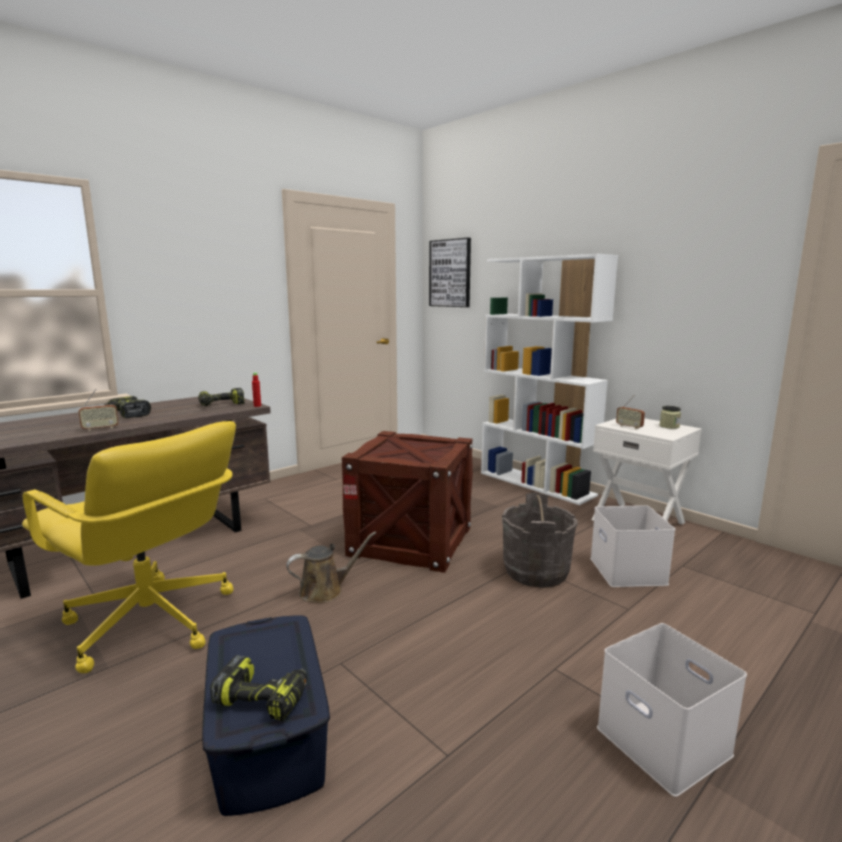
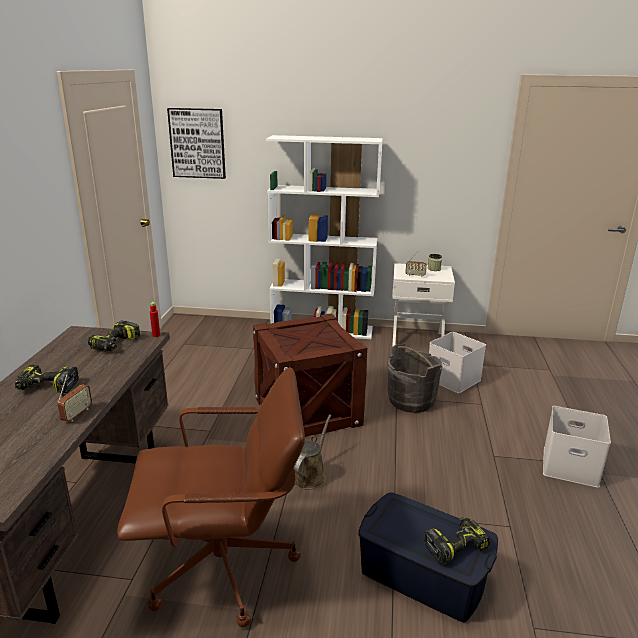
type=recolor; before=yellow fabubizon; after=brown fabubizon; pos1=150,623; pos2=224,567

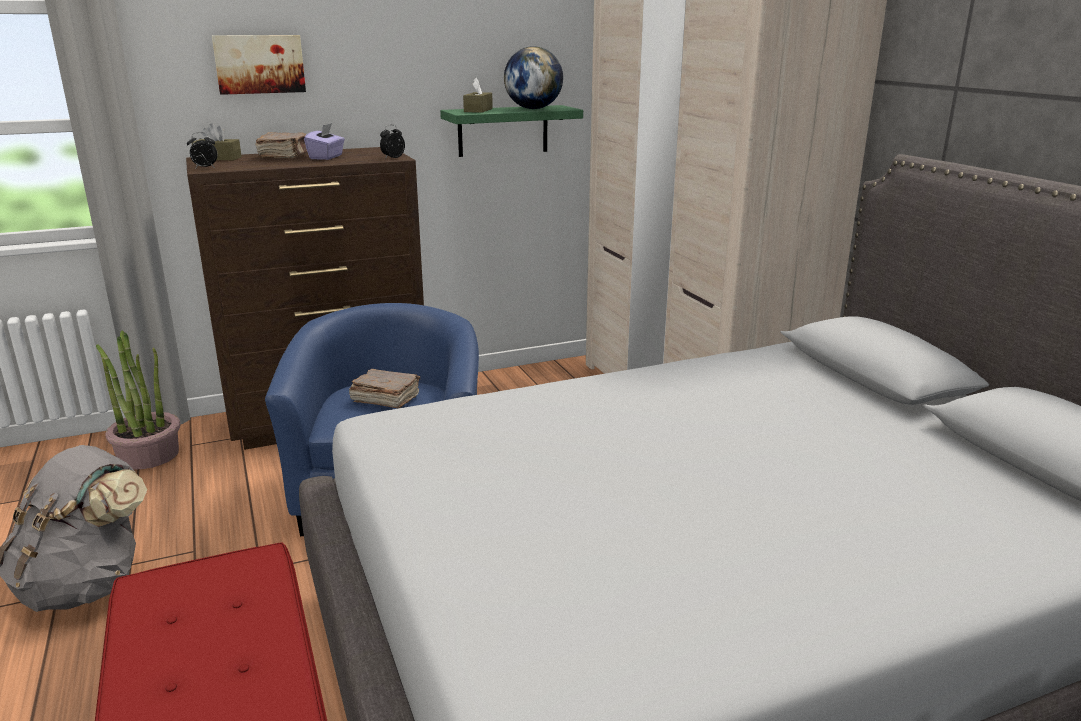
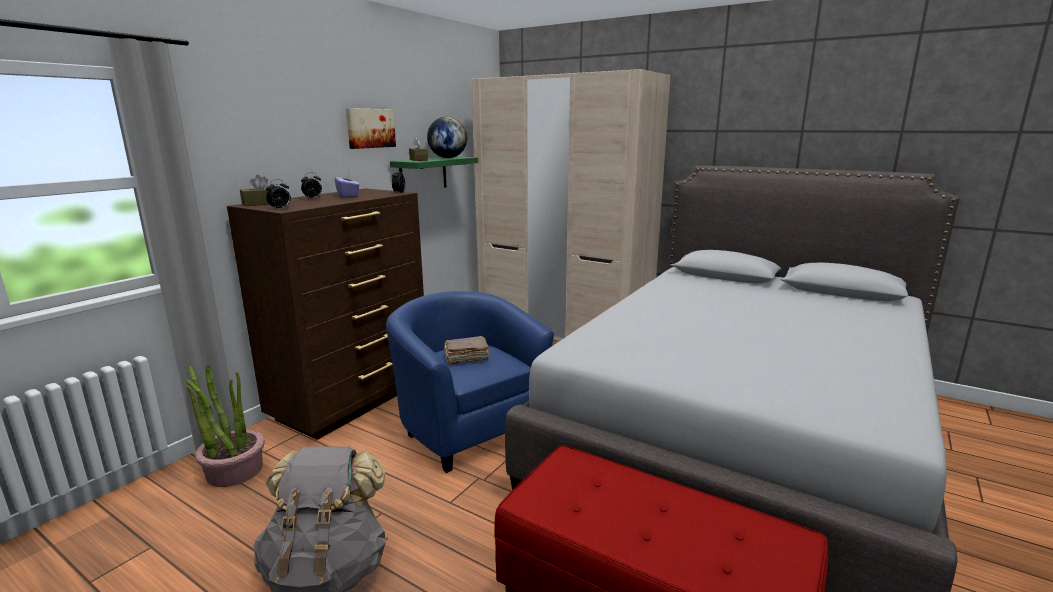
type=move; before=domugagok; pos1=259,64; pos2=370,128
type=replace; before=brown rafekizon; after=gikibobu; pos1=285,156; pos2=313,198

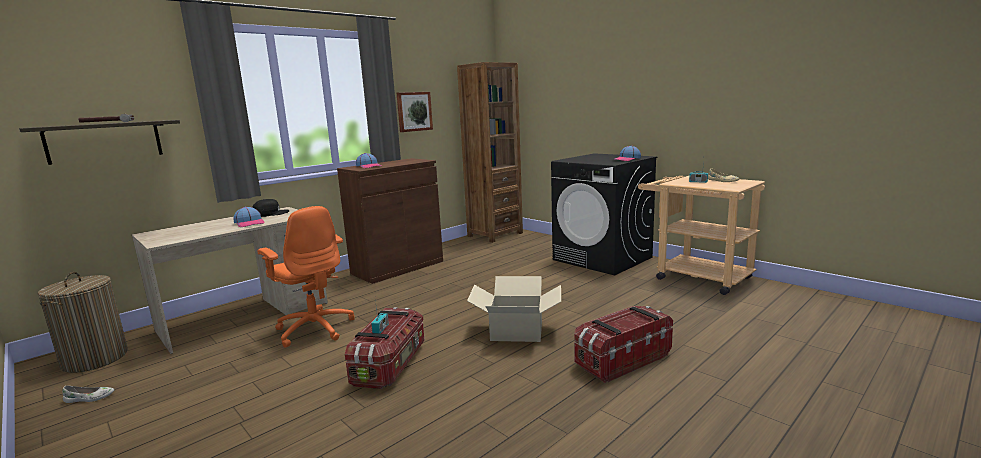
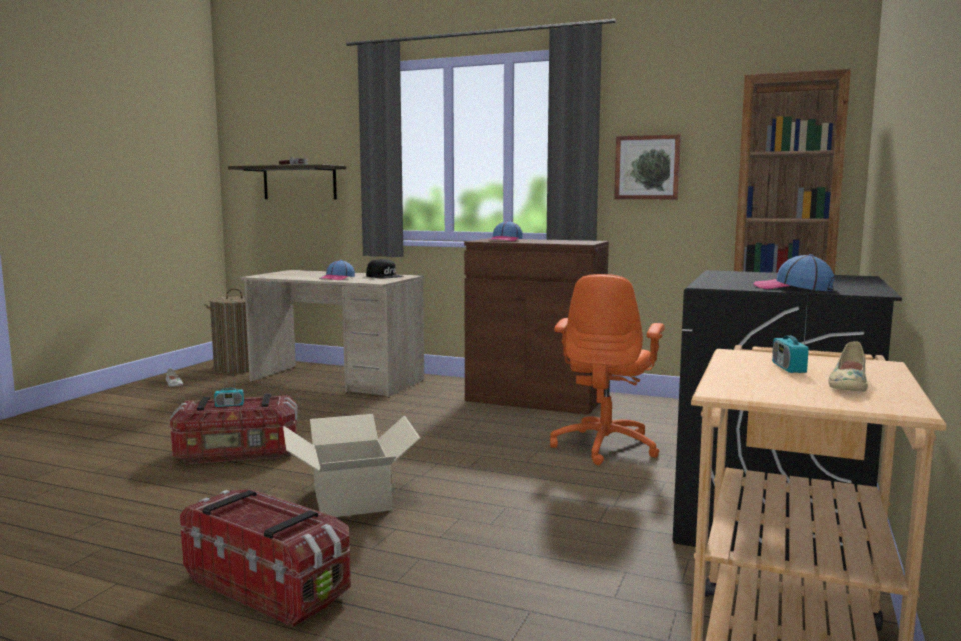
type=move; before=orange fabubizon; pos1=315,329; pos2=605,446

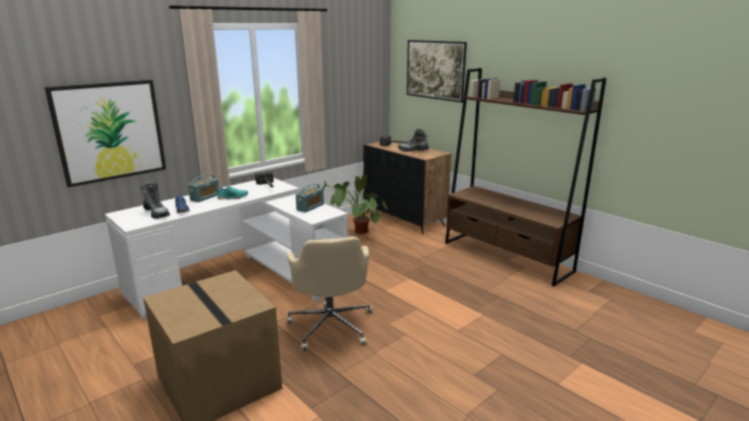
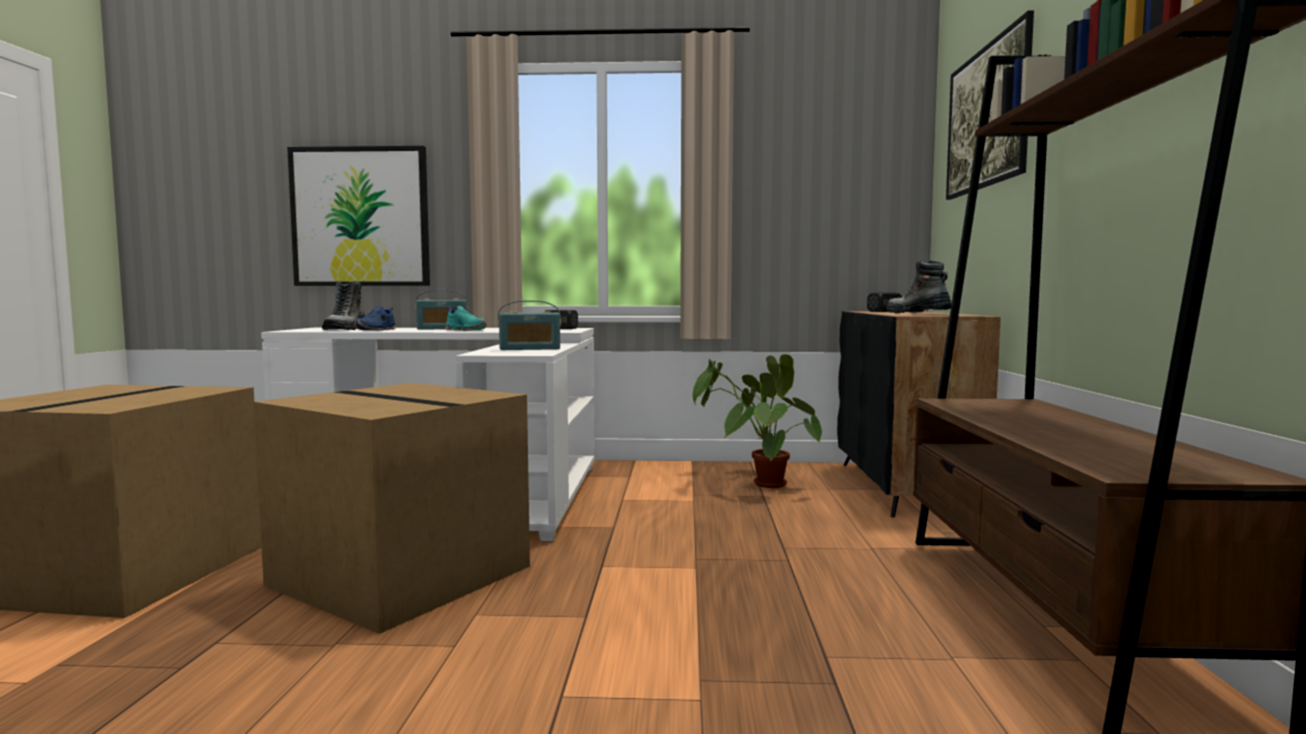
type=replace; before=beige fabubizon; after=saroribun; pos1=331,325; pos2=396,576

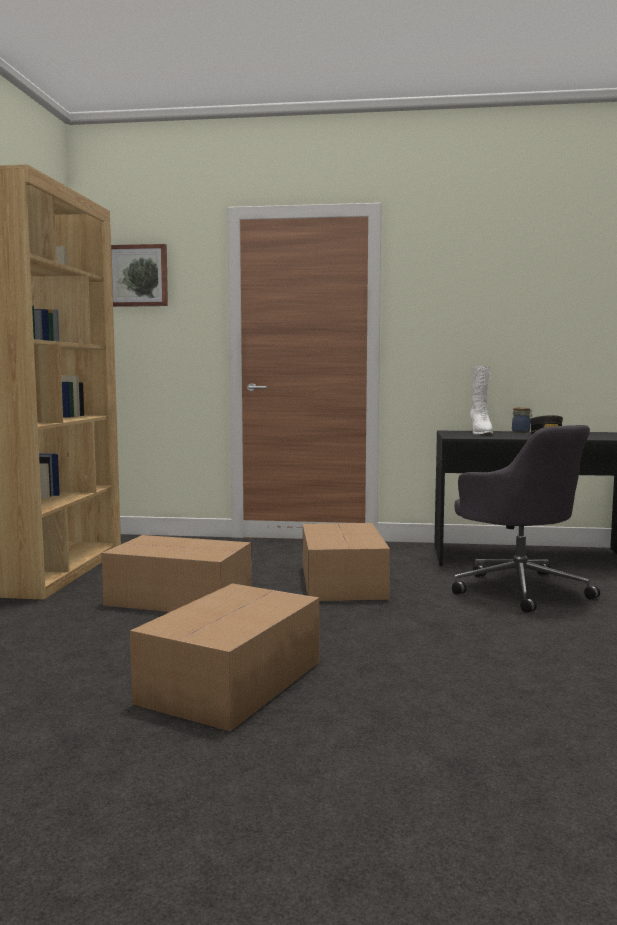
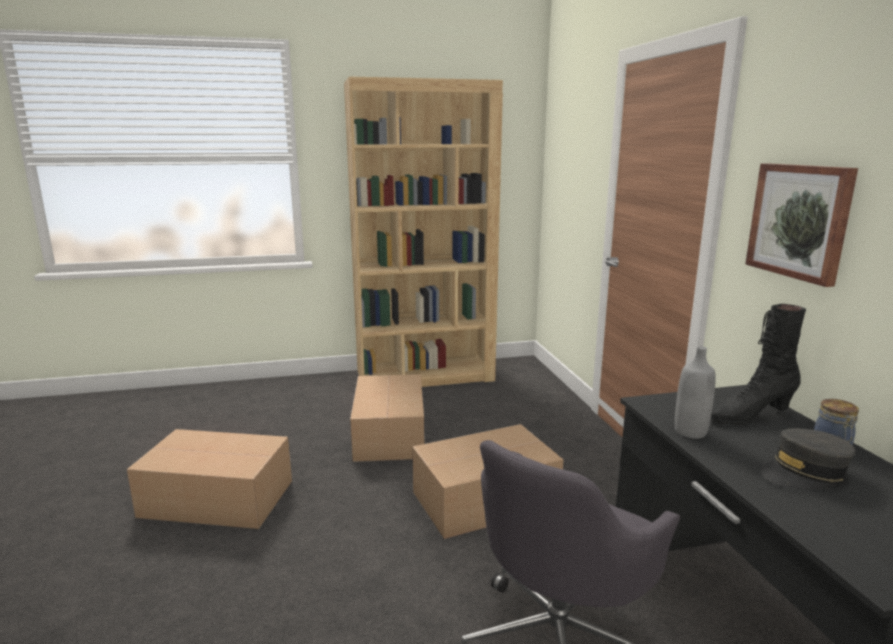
type=insert; after=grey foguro; pos2=690,432
type=move; before=domugagok; pos1=138,276; pos2=800,221
type=recolor; before=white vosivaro; after=black vosivaro; pos1=480,433; pos2=750,415

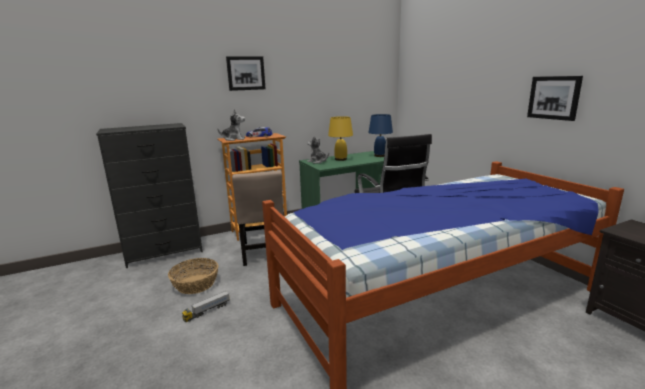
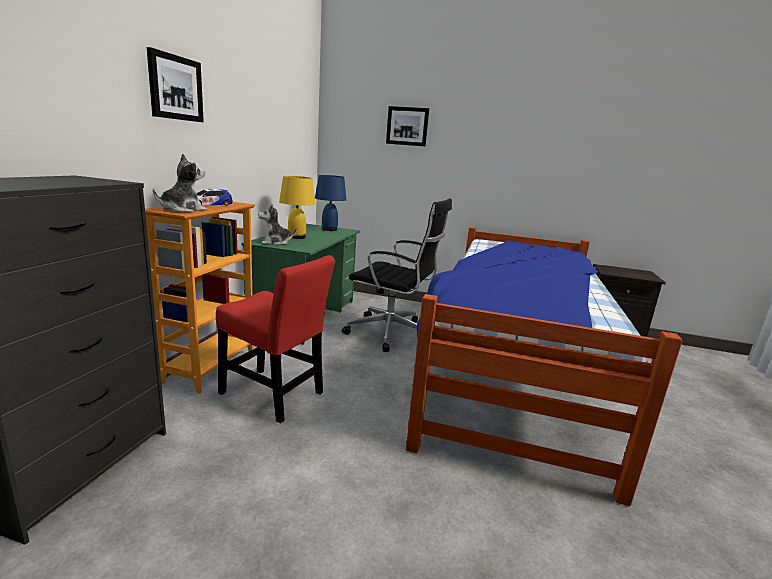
type=delete; before=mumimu; pos1=195,284
type=delete; before=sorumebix; pos1=207,311
type=move; before=domugagok; pos1=554,97; pos2=407,126
type=recolor; before=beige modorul; after=red modorul; pos1=262,253; pos2=275,395

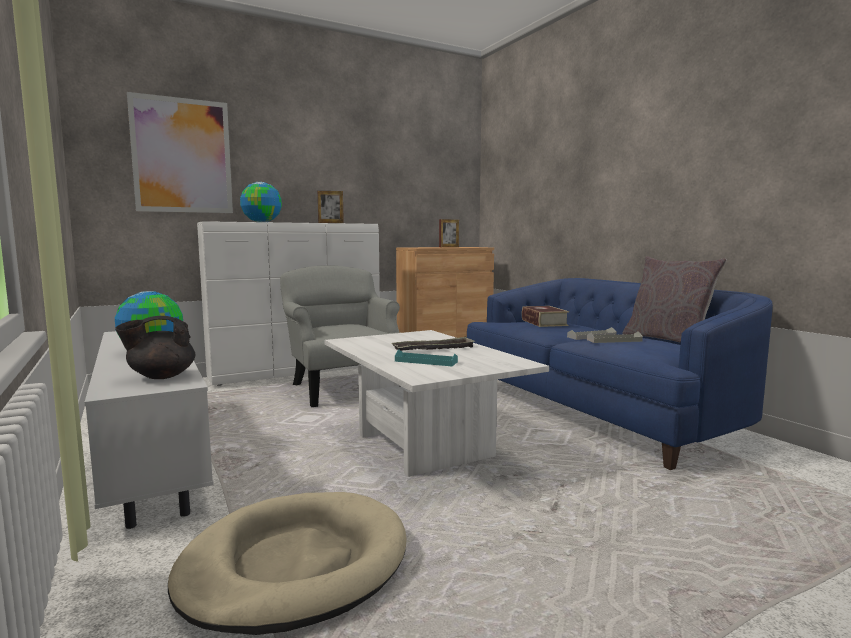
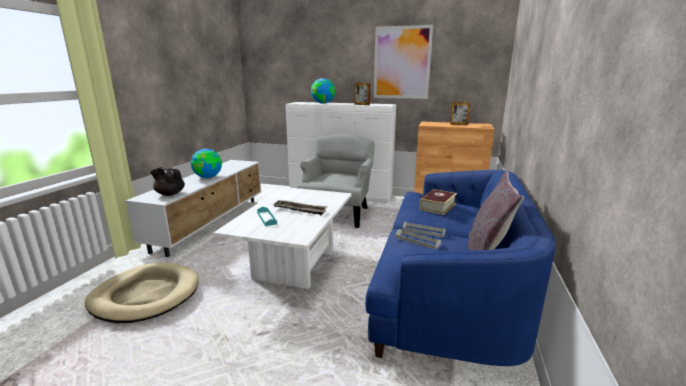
type=move; before=domugagok; pos1=182,156; pos2=402,63

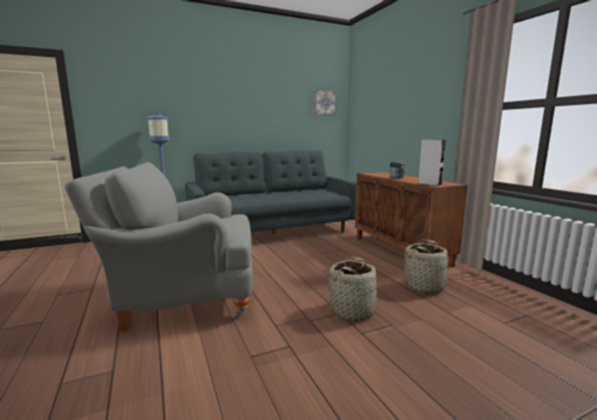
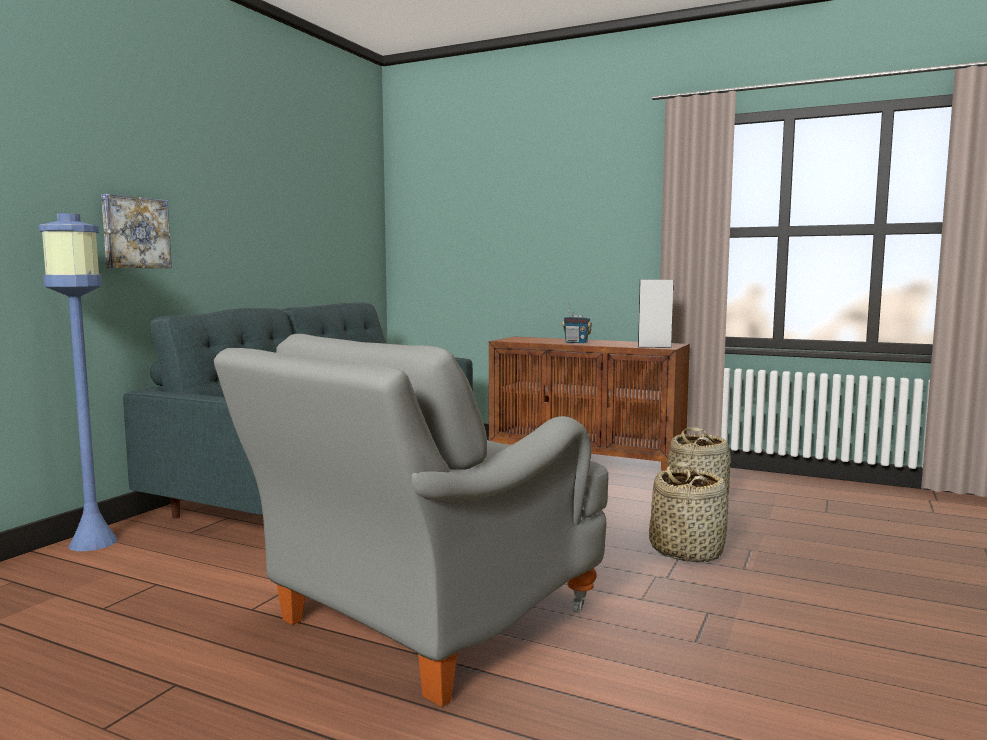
type=move; before=domugagok; pos1=324,102; pos2=135,233

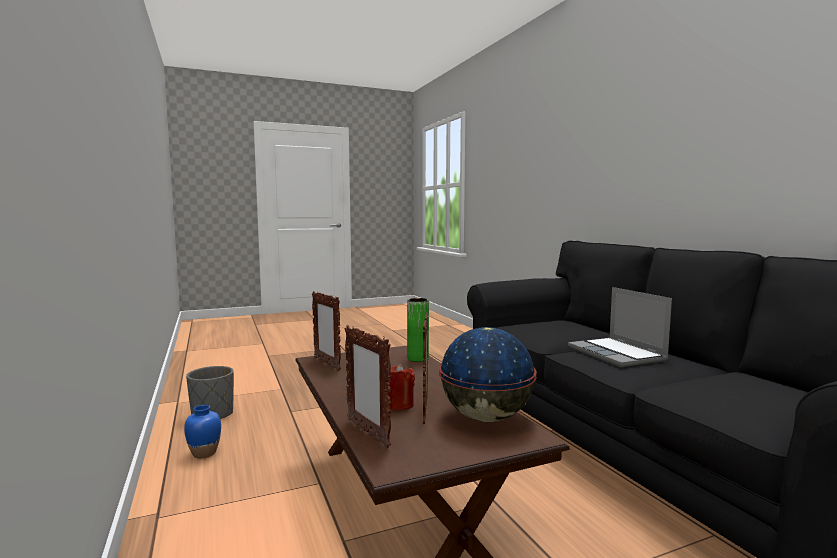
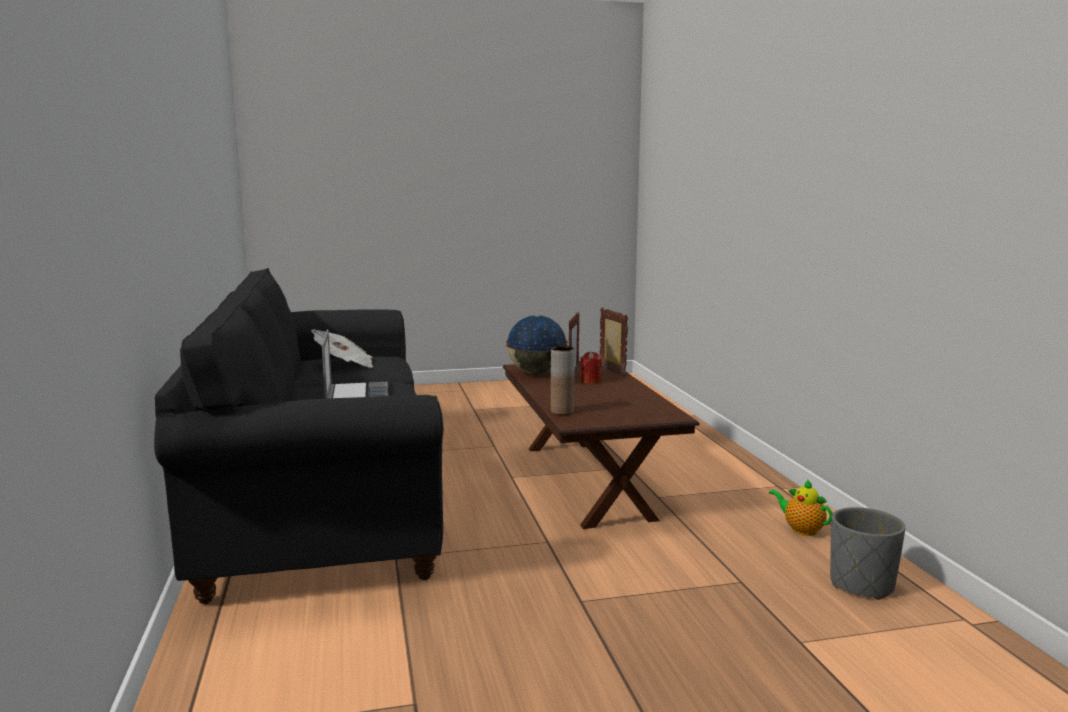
type=delete; before=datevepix; pos1=327,364
type=insert; after=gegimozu; pos2=345,365
type=replace; before=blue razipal; after=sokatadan; pos1=204,453; pos2=801,530
type=recolor; before=green razipal; after=brown razipal; pos1=418,359; pos2=562,411

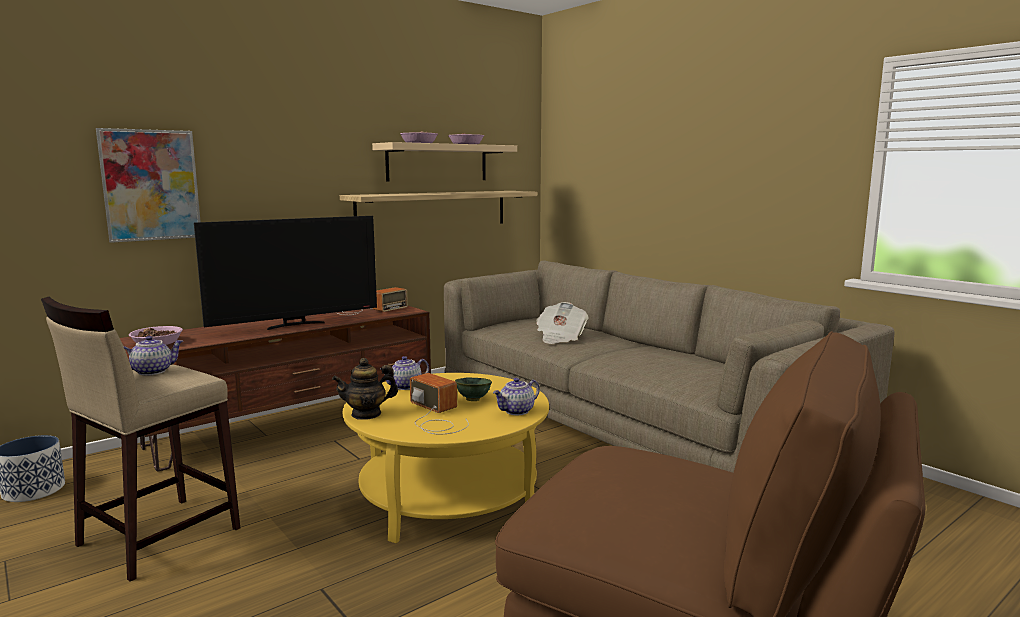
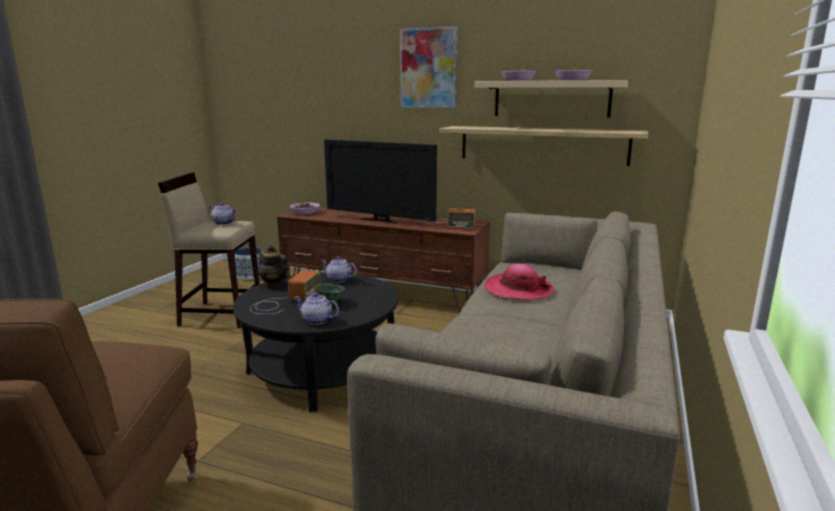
type=move; before=domugagok; pos1=151,185; pos2=428,68
type=replace; before=gegimozu; after=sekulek; pos1=560,337; pos2=518,289
type=recolor; before=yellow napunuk; after=black napunuk; pos1=449,496; pos2=321,370

